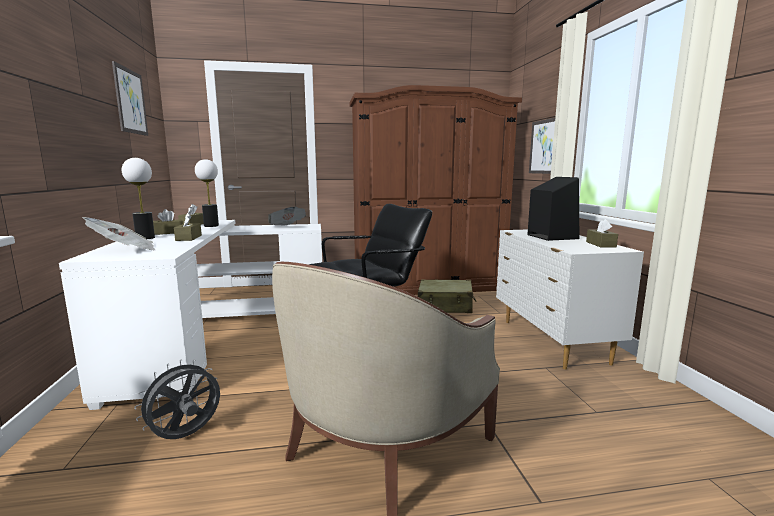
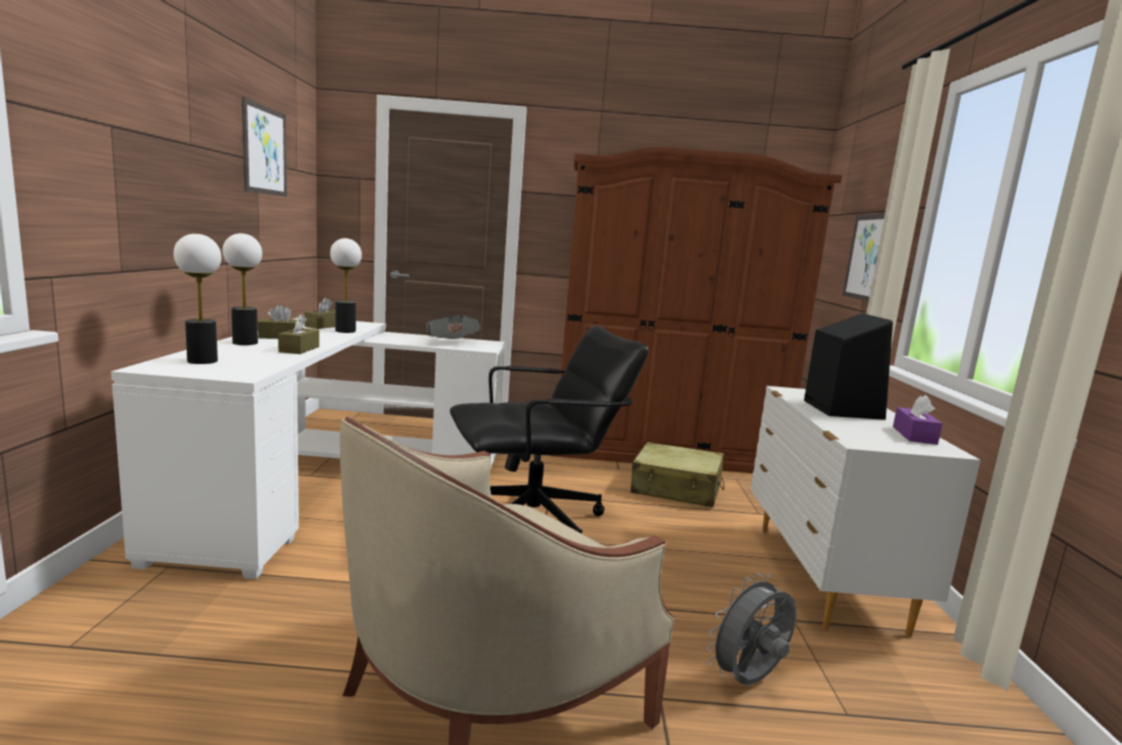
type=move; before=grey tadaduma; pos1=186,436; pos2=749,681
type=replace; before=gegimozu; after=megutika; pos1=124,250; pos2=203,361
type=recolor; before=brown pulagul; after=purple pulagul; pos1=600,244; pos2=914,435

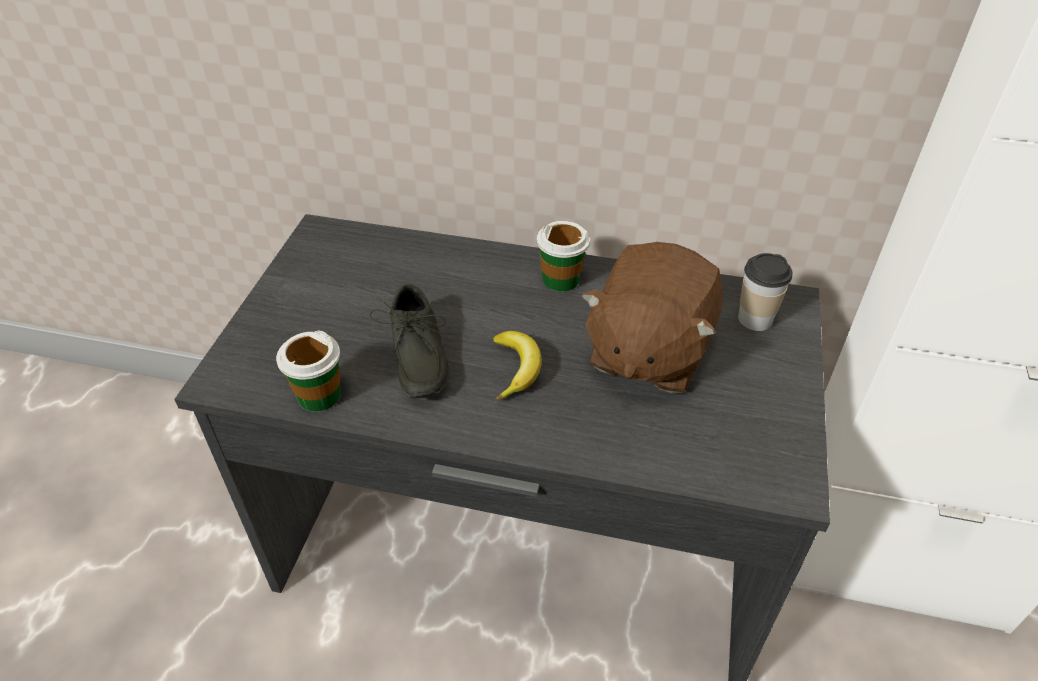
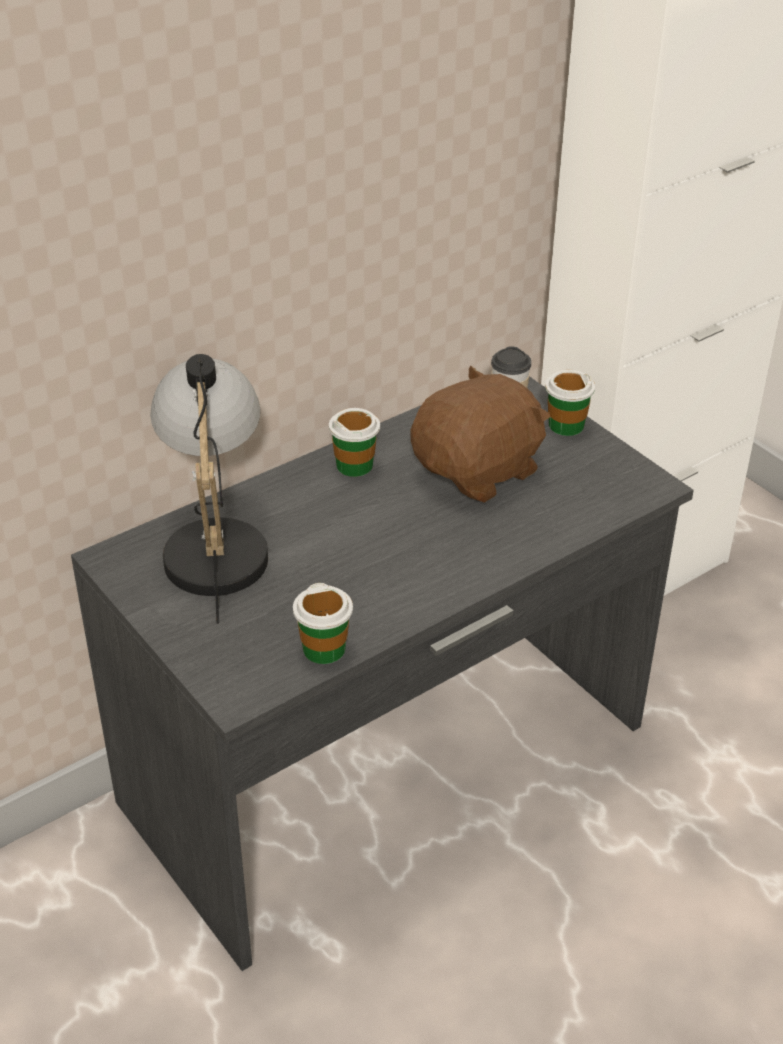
type=delete; before=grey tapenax; pos1=414,358
type=delete; before=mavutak; pos1=516,368
type=insert; after=megutika; pos2=215,541
type=insert; after=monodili; pos2=565,425
type=rotate; before=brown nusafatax; pos1=647,352; pos2=479,471; turn=-105

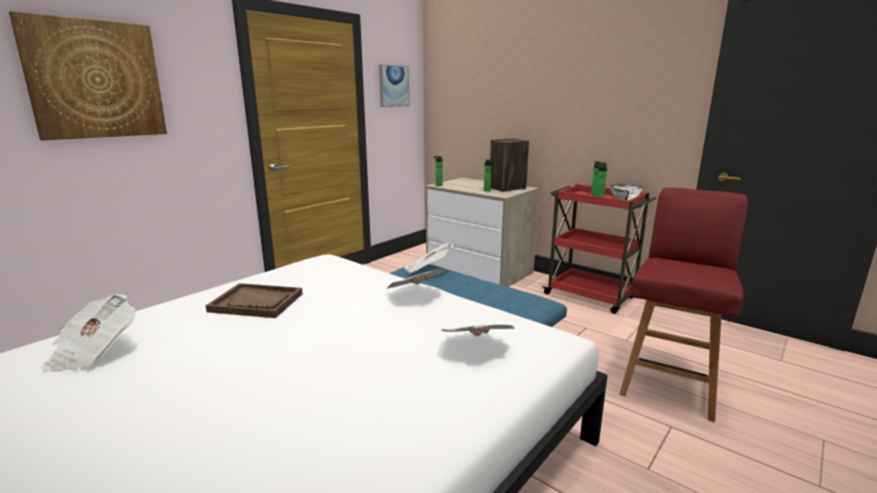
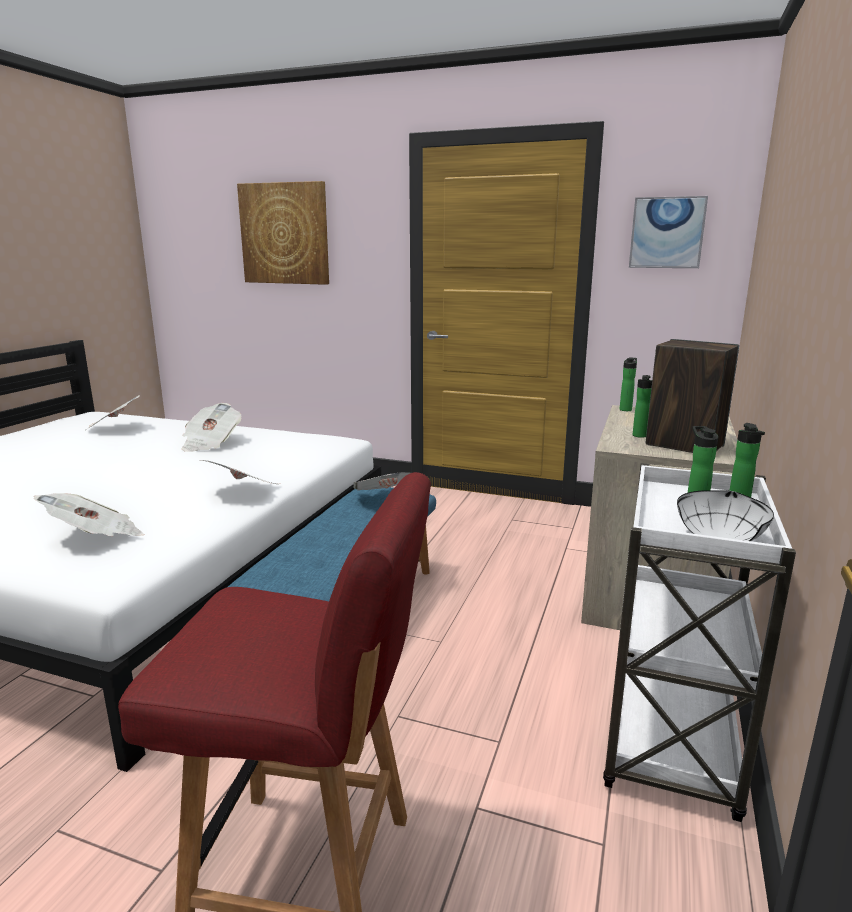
type=replace; before=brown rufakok; after=gegimozu; pos1=257,302; pos2=210,443
type=recolor; before=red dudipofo; after=white dudipofo; pos1=591,296; pos2=670,742

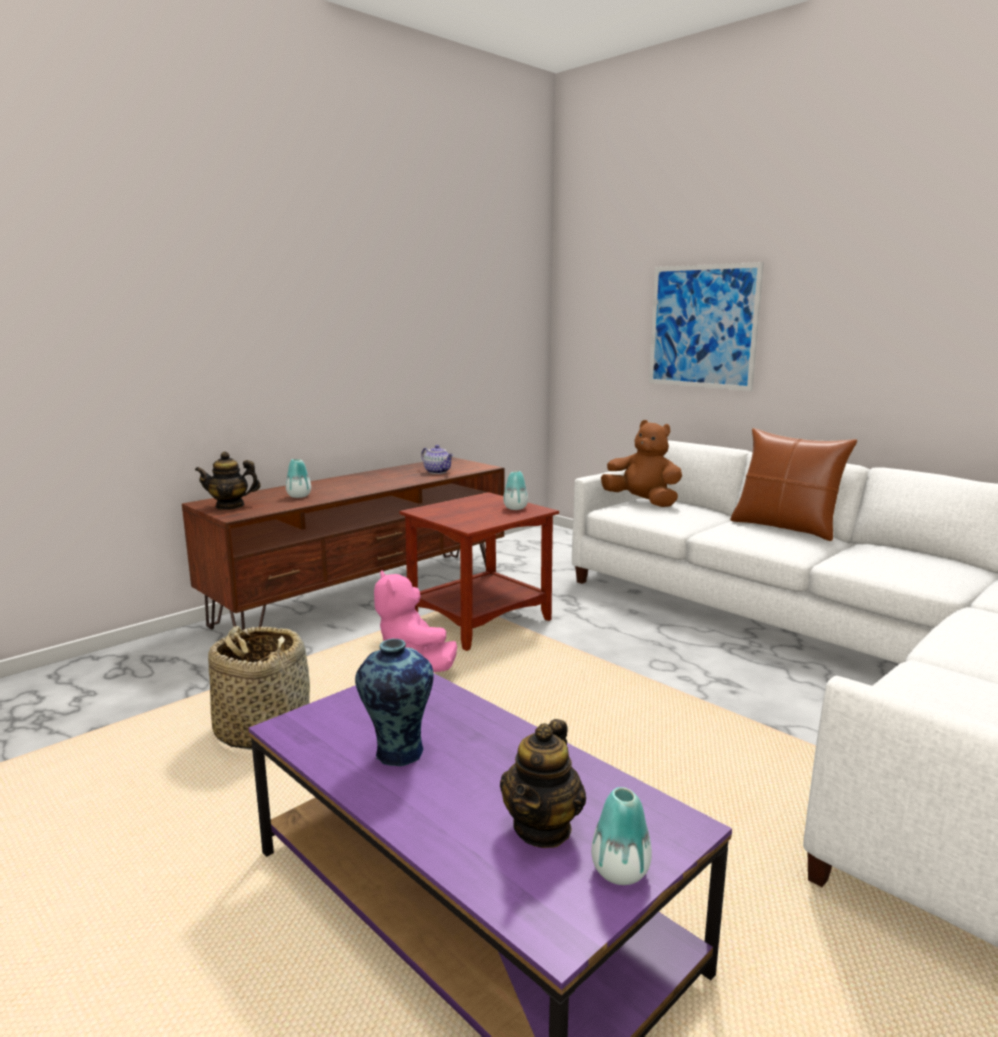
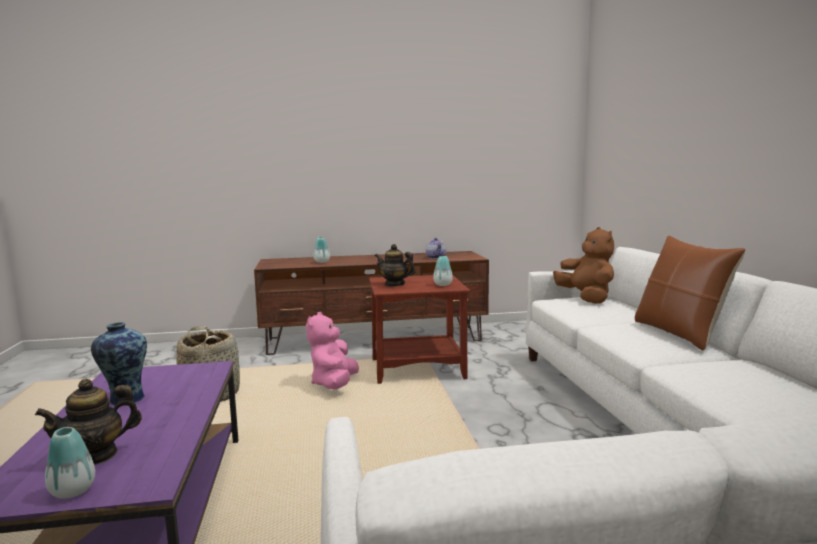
type=delete; before=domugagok; pos1=702,327
type=move; before=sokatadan; pos1=230,506; pos2=394,284

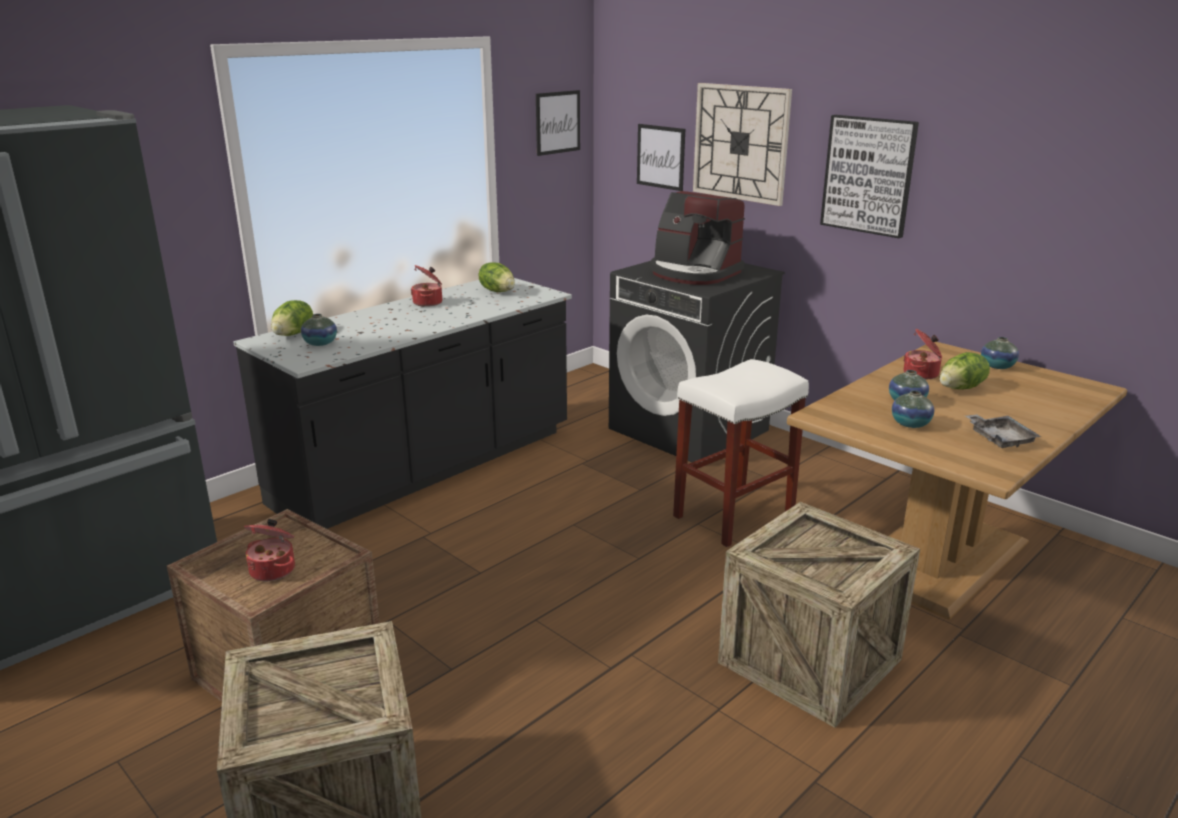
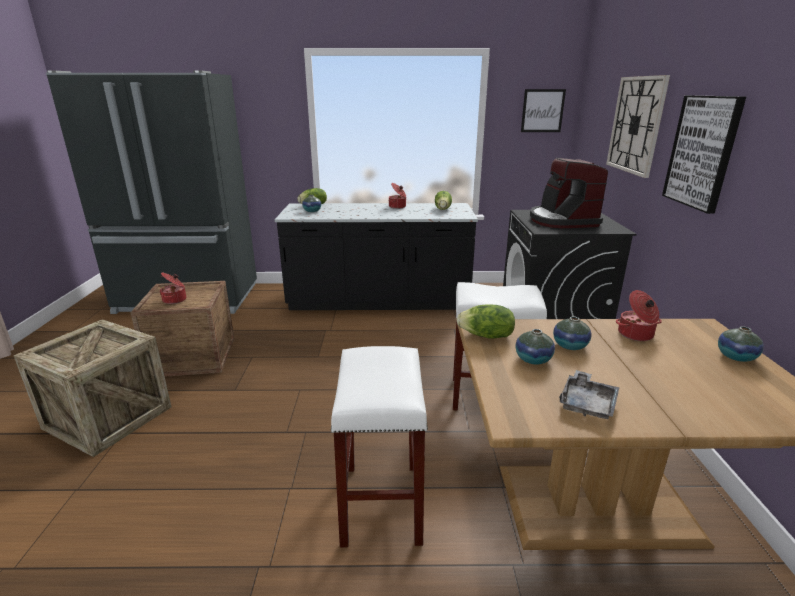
type=delete; before=domugagok; pos1=661,157
type=move; before=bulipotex; pos1=961,388; pos2=486,336
type=replace; before=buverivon; after=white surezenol; pos1=809,661; pos2=381,502

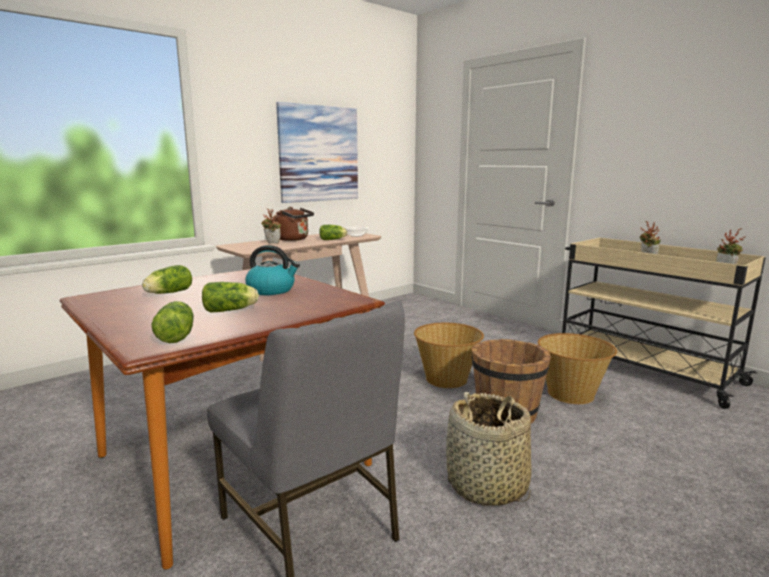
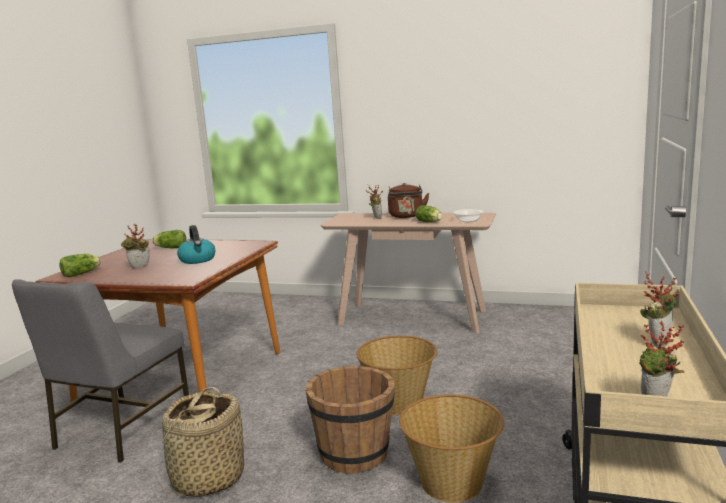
type=delete; before=domugagok; pos1=319,154
type=replace; before=bulipotex; after=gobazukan; pos1=231,310; pos2=139,267

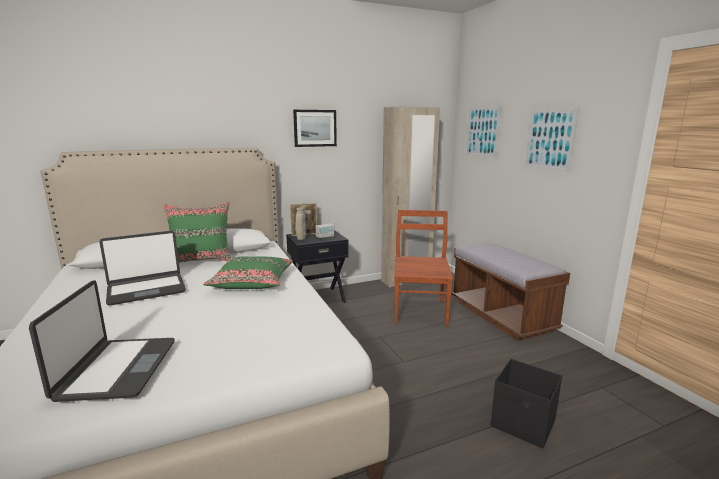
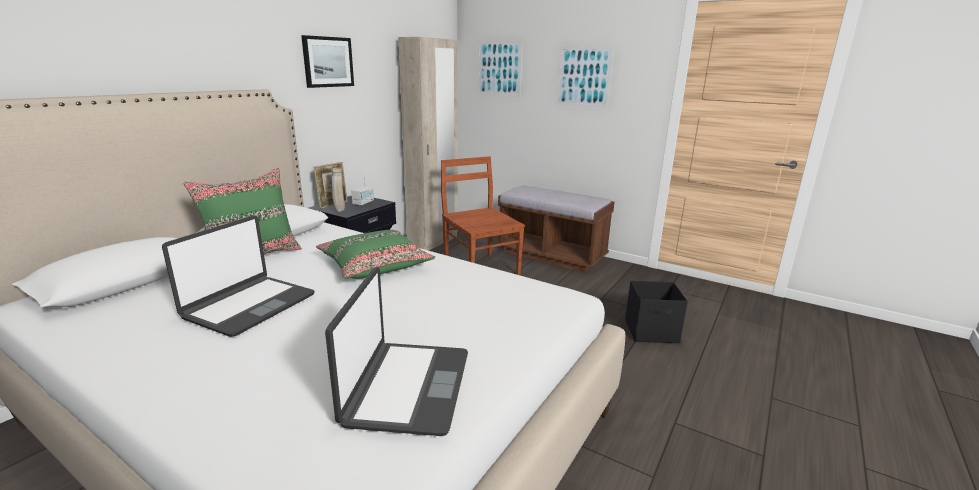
type=rotate; before=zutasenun; pos1=117,369; pos2=406,387; turn=45

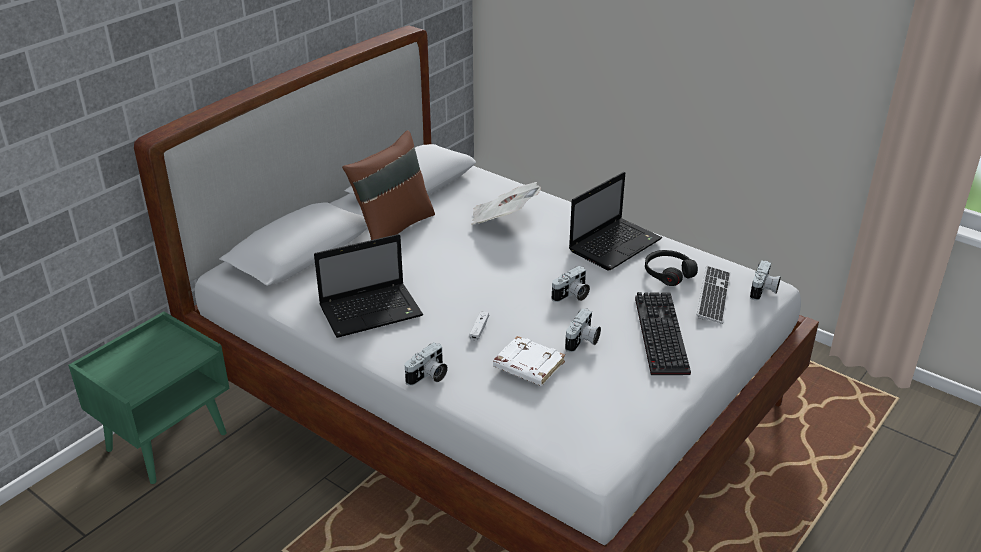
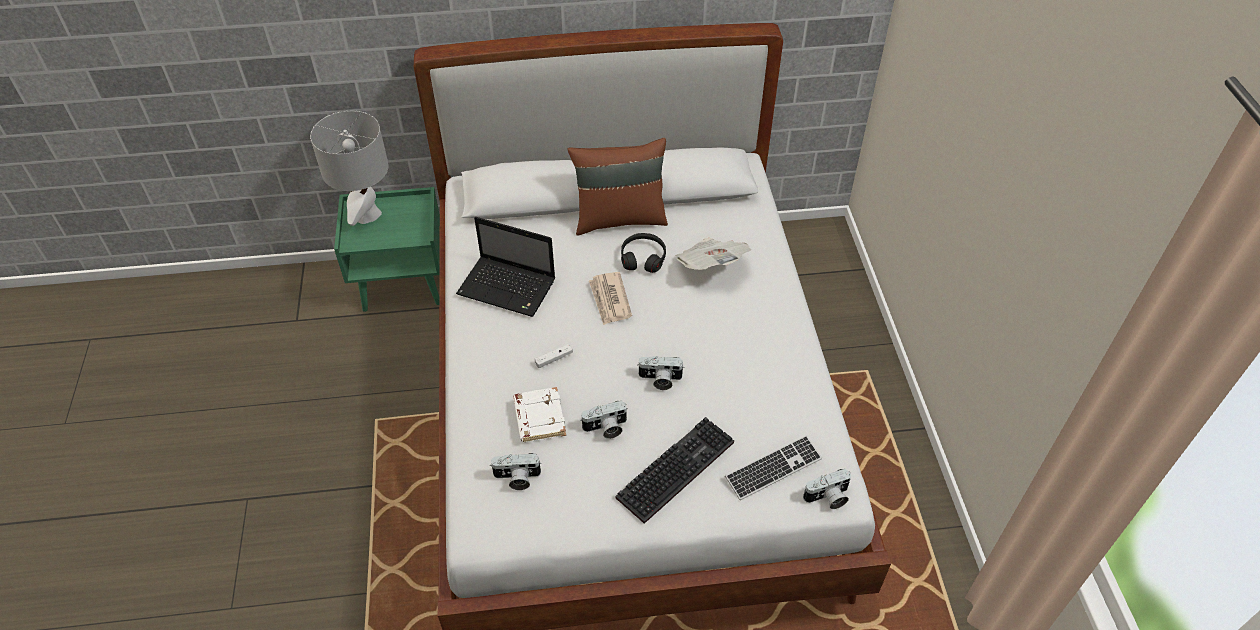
type=delete; before=zutasenun; pos1=615,244
type=insert; after=grey megutika; pos2=367,215
type=insert; after=gegimozu; pos2=610,300
type=move; before=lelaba; pos1=428,376; pos2=517,478
type=move; before=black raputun; pos1=668,273; pos2=643,258

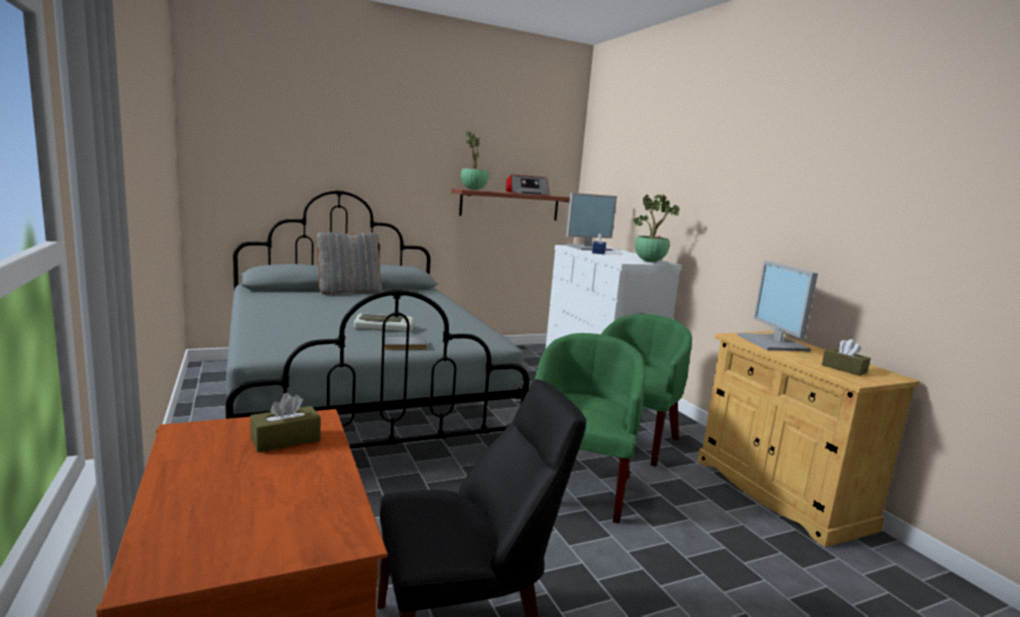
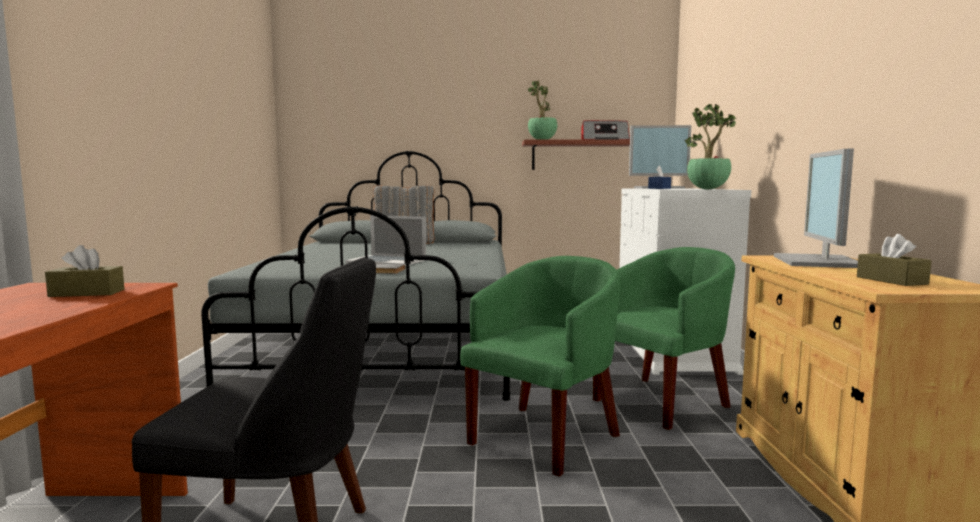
type=replace; before=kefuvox; after=zutasenun; pos1=385,328; pos2=387,261

